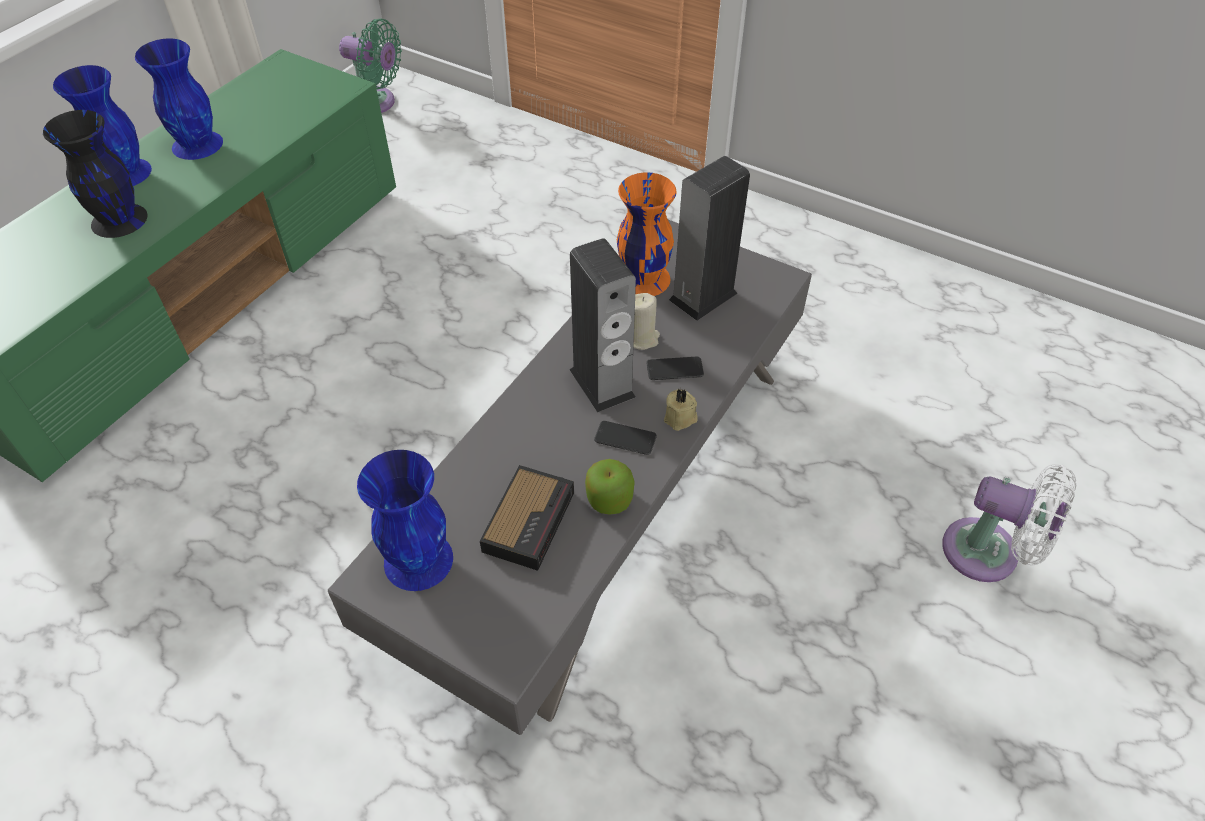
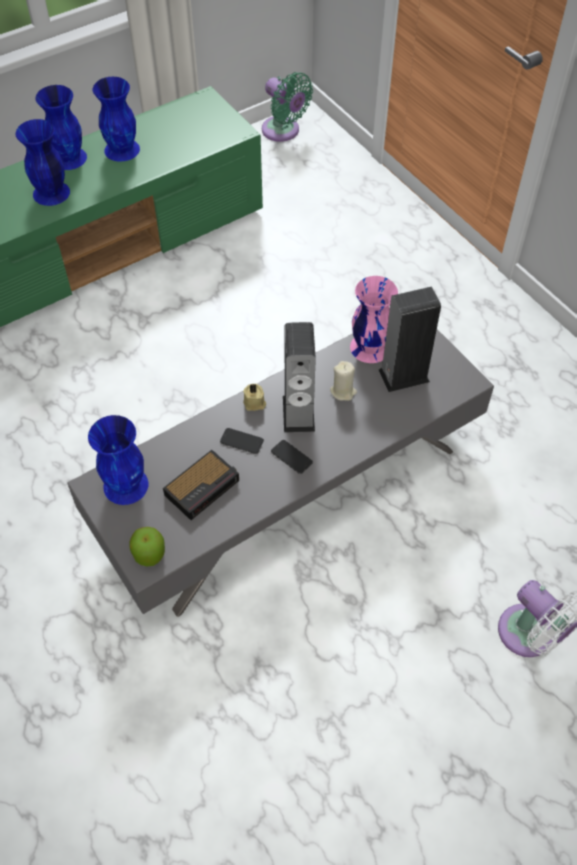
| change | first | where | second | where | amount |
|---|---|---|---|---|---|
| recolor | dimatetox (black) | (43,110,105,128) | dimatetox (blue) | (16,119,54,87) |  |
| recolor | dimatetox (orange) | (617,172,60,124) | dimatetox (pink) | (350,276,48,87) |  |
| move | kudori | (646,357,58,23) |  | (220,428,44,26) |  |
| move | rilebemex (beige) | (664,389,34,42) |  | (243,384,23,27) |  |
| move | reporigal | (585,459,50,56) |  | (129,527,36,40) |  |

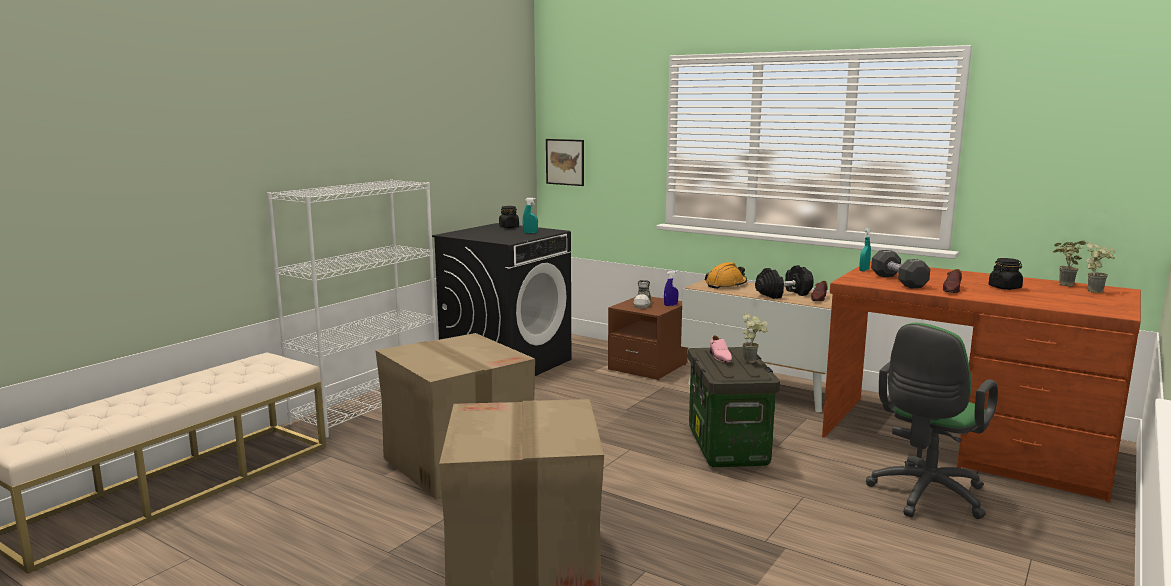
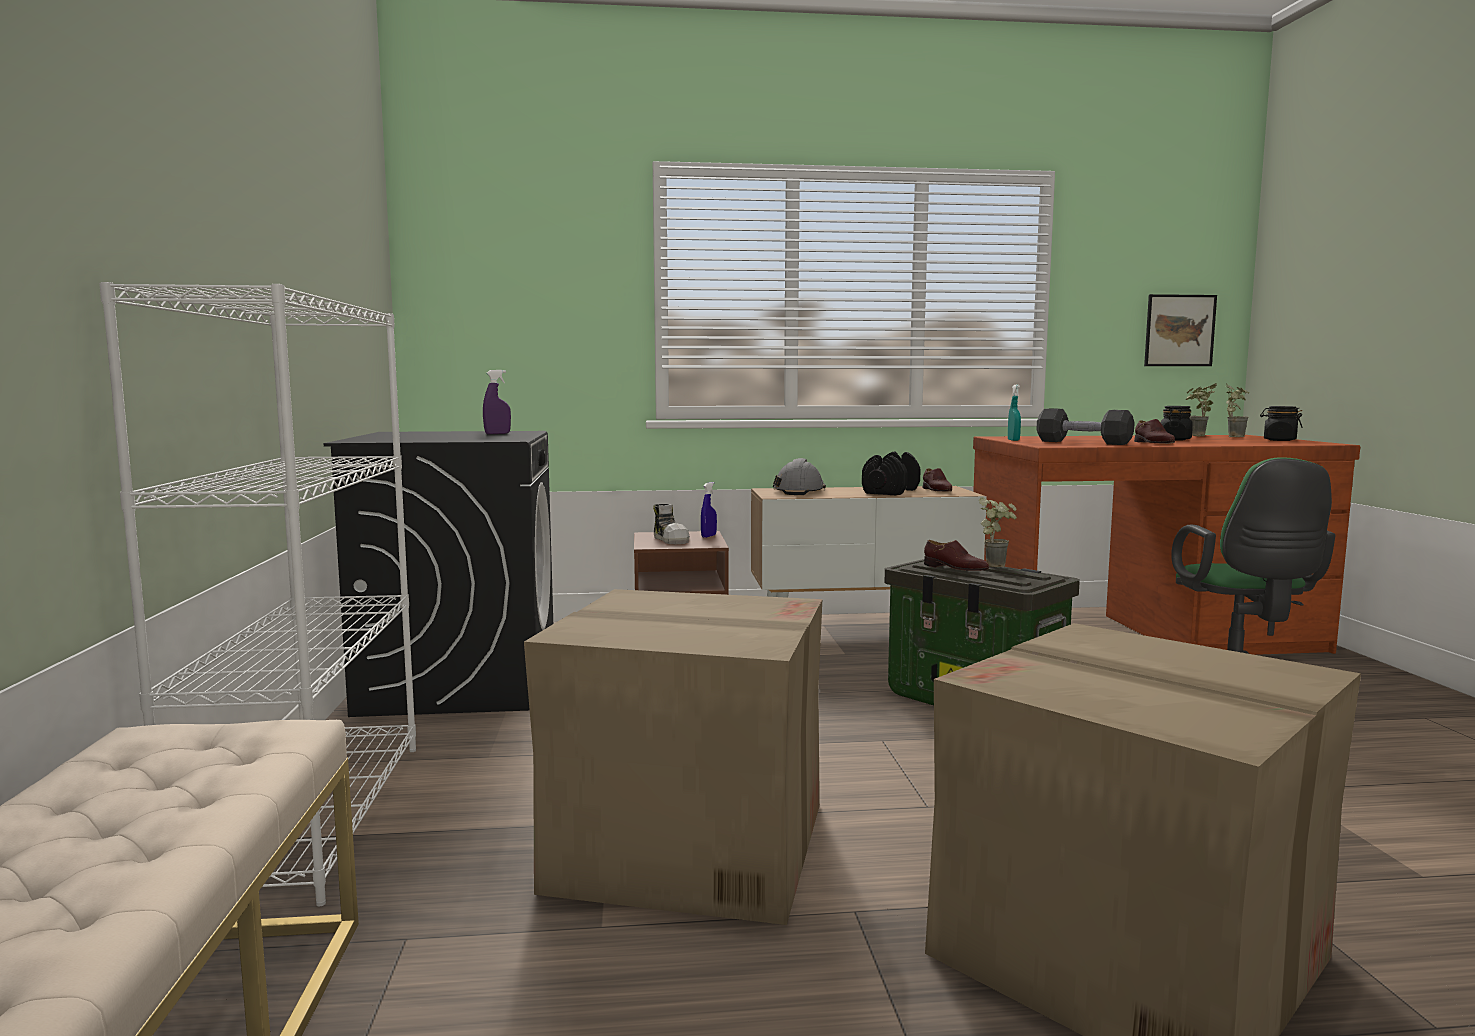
| change | first | where | second | where | amount |
|---|---|---|---|---|---|
| move | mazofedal | (546,139,38,47) |  | (1144,294,73,72) |  |
| recolor | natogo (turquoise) | (523,198,15,35) | natogo (purple) | (483,370,28,64) |  |
| move | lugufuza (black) | (499,206,20,22) |  | (1260,406,43,35) |  |
| recolor | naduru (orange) | (705,262,42,27) | naduru (grey) | (773,458,53,37) |  |
| recolor | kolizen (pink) | (710,335,22,27) | kolizen (brown) | (924,540,65,31) |  |

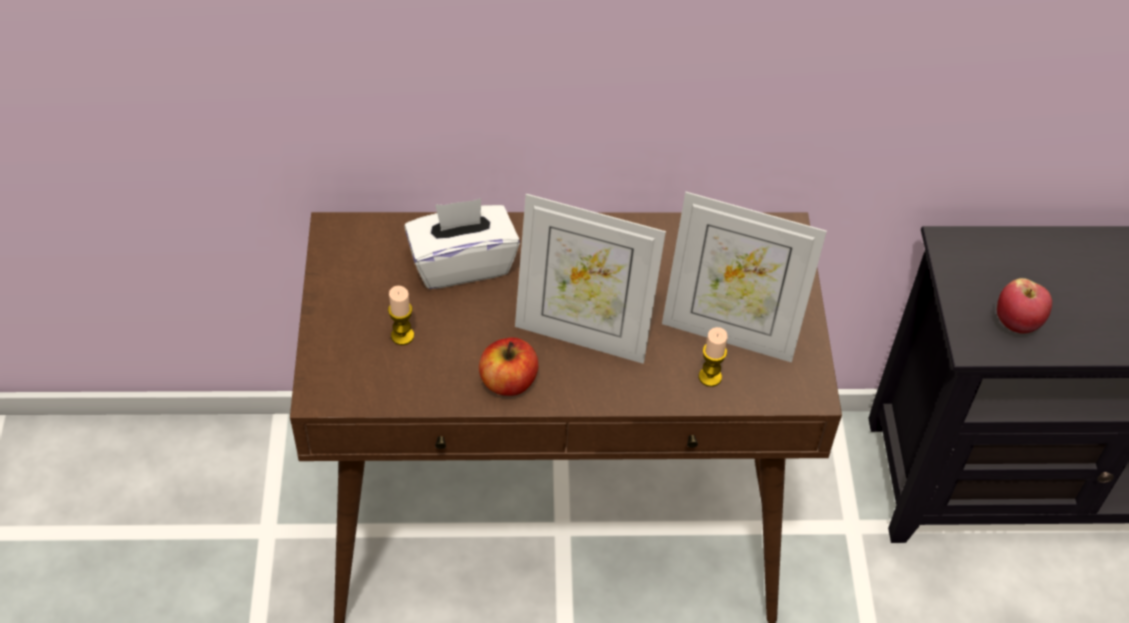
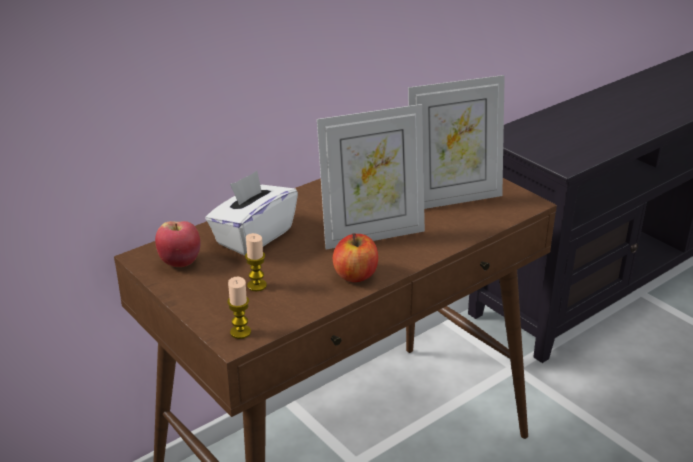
| change | first | where | second | where | amount |
|---|---|---|---|---|---|
| move | reporigal | (997,278,55,56) |  | (155,221,46,46) |  |
| move | rilebemex | (698,327,30,60) |  | (227,277,24,62) |  |

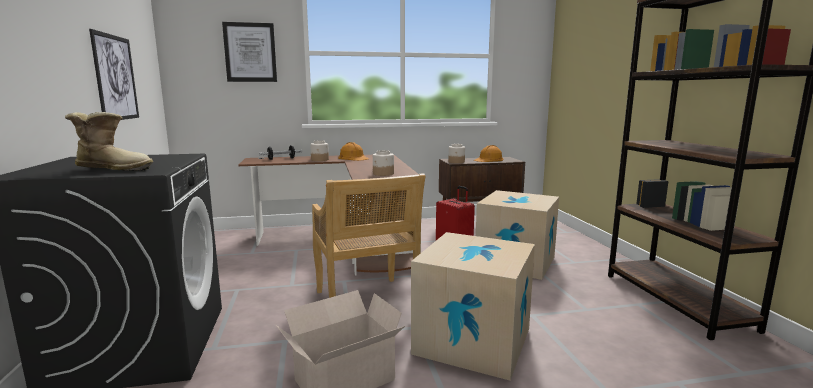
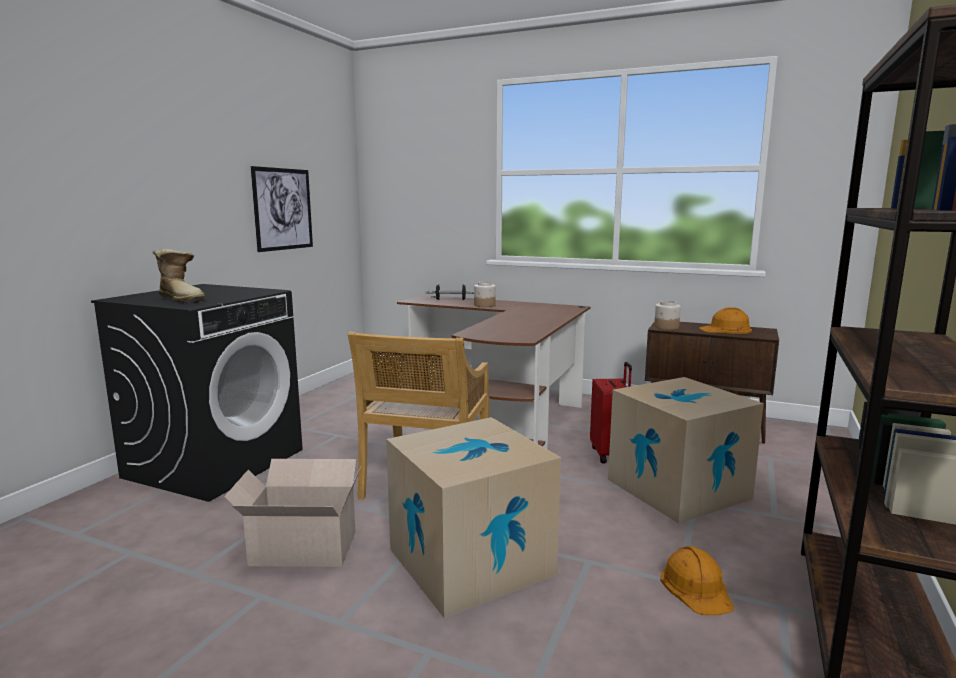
| change | first | where | second | where | amount |
|---|---|---|---|---|---|
| delete | mazofedal | (222,22,55,60) |  |  |  |
| move | naduru (orange) | (338,142,31,19) |  | (660,546,74,69) |  |
| delete | lugufuza | (373,150,21,26) |  |  |  |

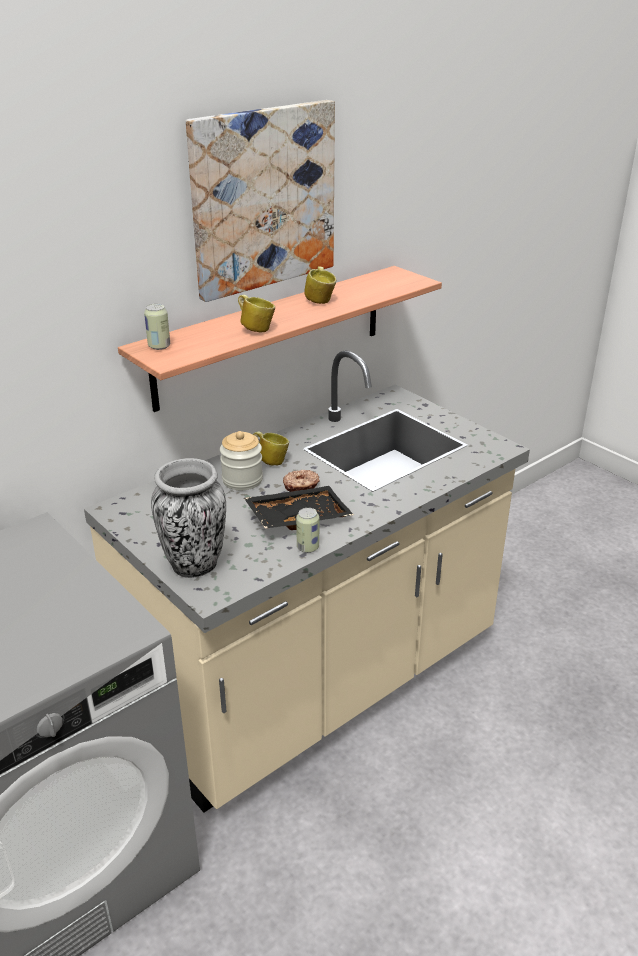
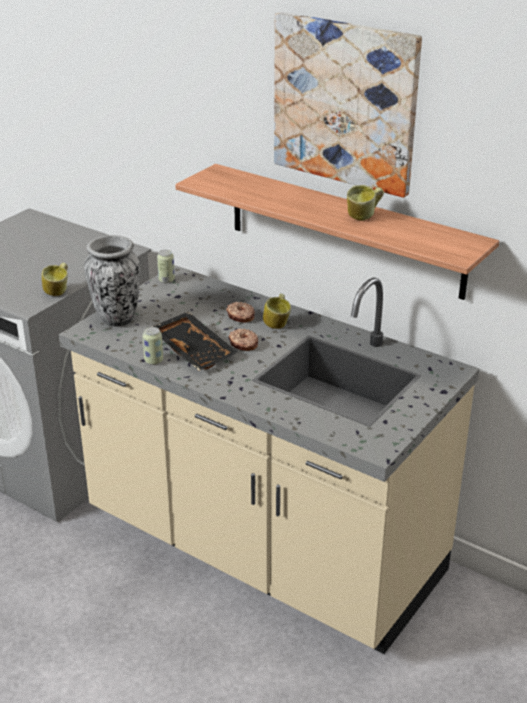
| change | first | where | second | where | amount |
|---|---|---|---|---|---|
| move | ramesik | (238,295,37,38) |  | (42,262,26,34) |  |
| move | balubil | (144,304,26,46) |  | (157,250,18,33) |  |
| replace | lugufuza | (220,431,43,59) | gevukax | (226,302,29,21) |  |

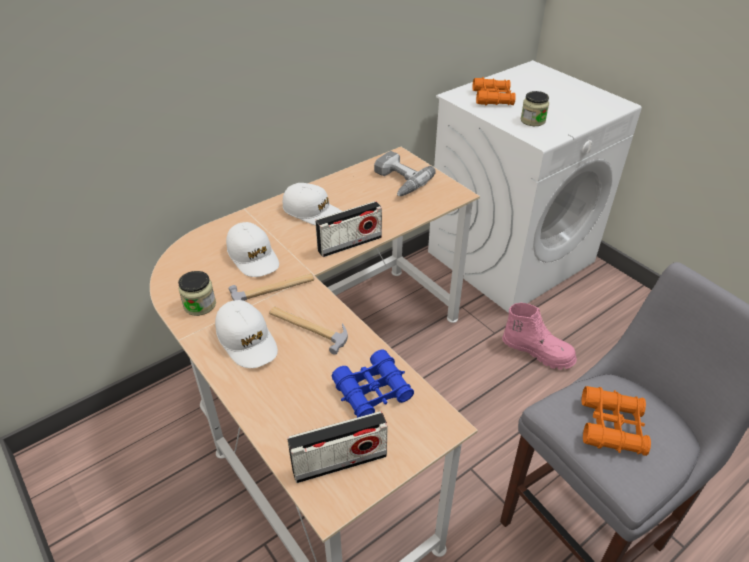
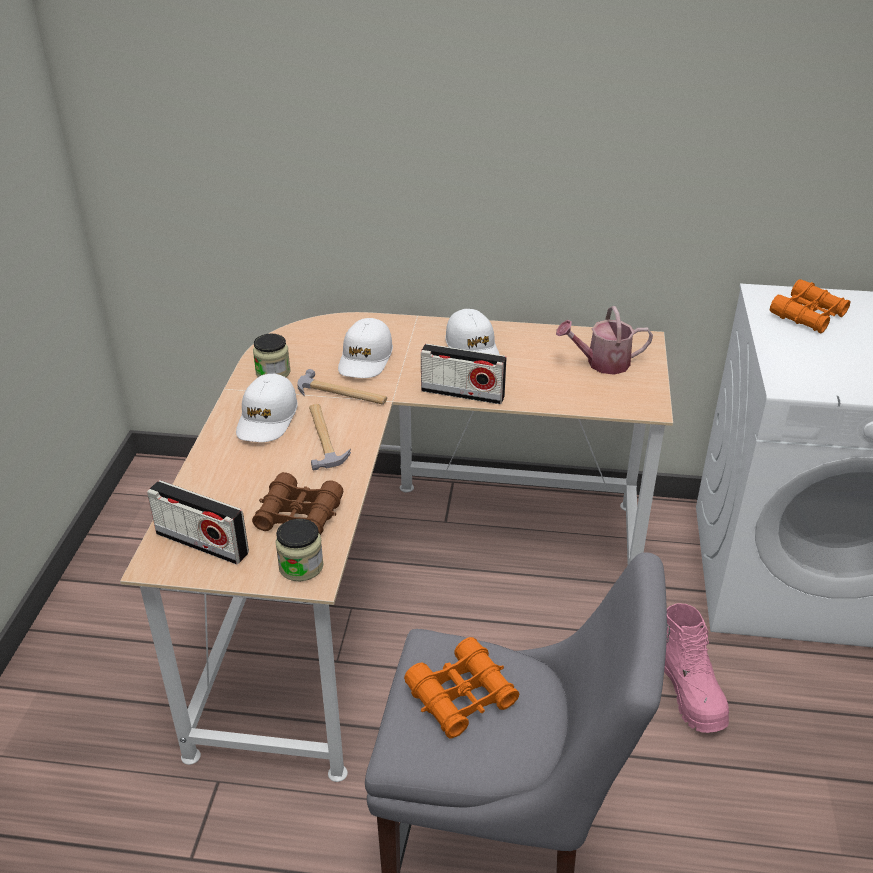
| change | first | where | second | where | amount |
|---|---|---|---|---|---|
| move | lugufuza | (521,91,28,35) |  | (275,519,49,63) |  |
| replace | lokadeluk | (374,151,62,45) | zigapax | (556,306,97,69) |  |
| recolor | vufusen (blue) | (332,349,82,69) | vufusen (brown) | (252,472,91,63) |  |

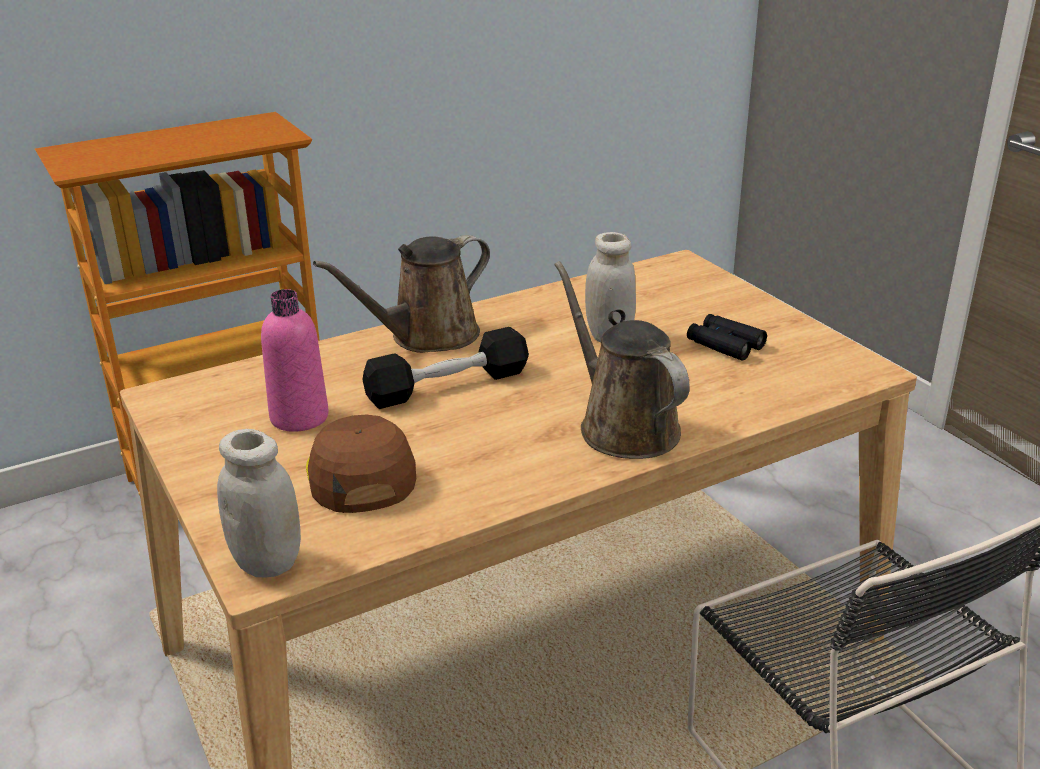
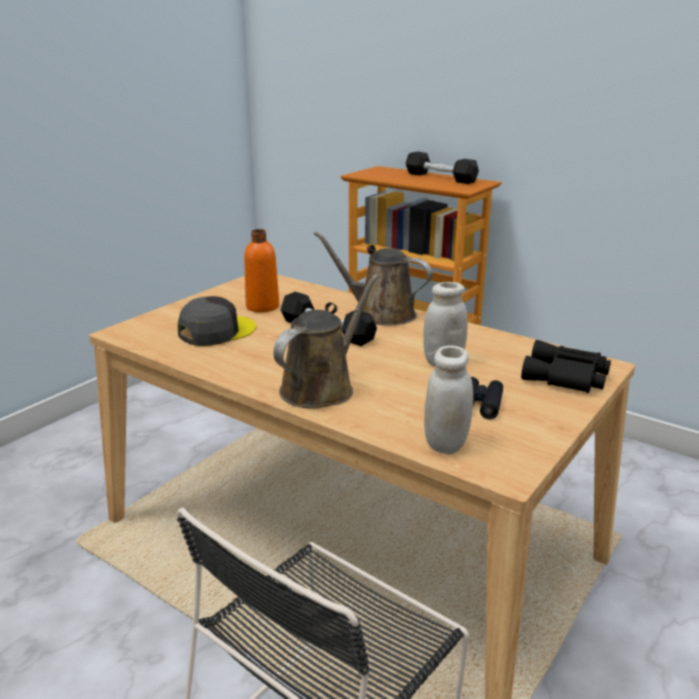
| change | first | where | second | where | amount |
|---|---|---|---|---|---|
| recolor | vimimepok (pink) | (261,289,68,143) | vimimepok (orange) | (244,229,35,83) |  |
| recolor | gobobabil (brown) | (306,415,110,98) | gobobabil (grey) | (178,296,78,50) |  |
| move | lugufuza (white) | (217,429,84,149) |  | (424,345,49,109) |  |
| insert |  |  | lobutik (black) | (406,152,73,32) |  |
| insert |  |  | vufusen (black) | (521,340,90,53) |  |

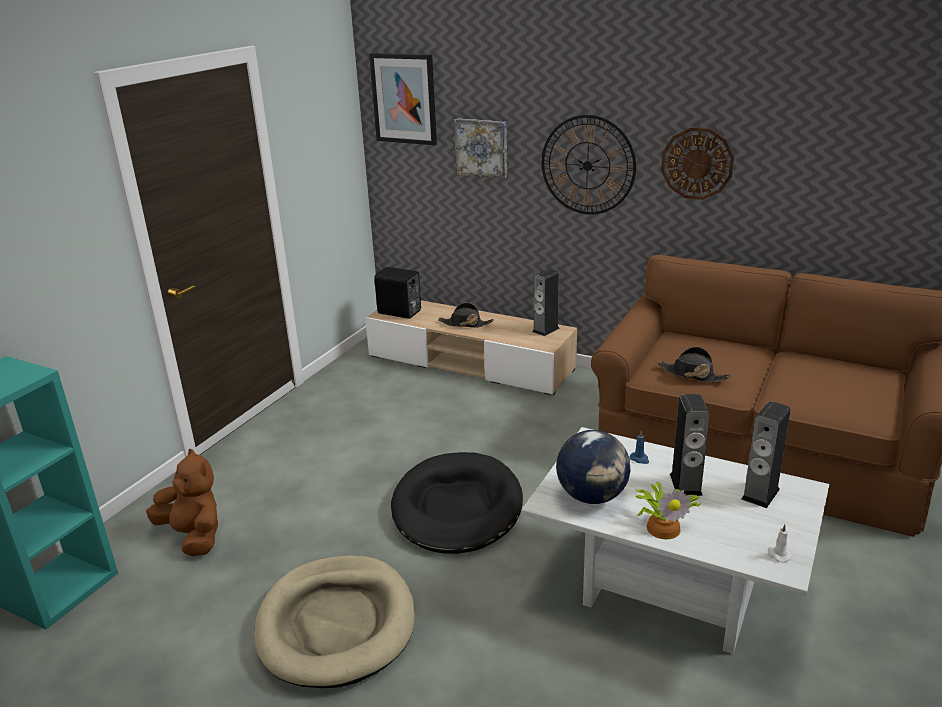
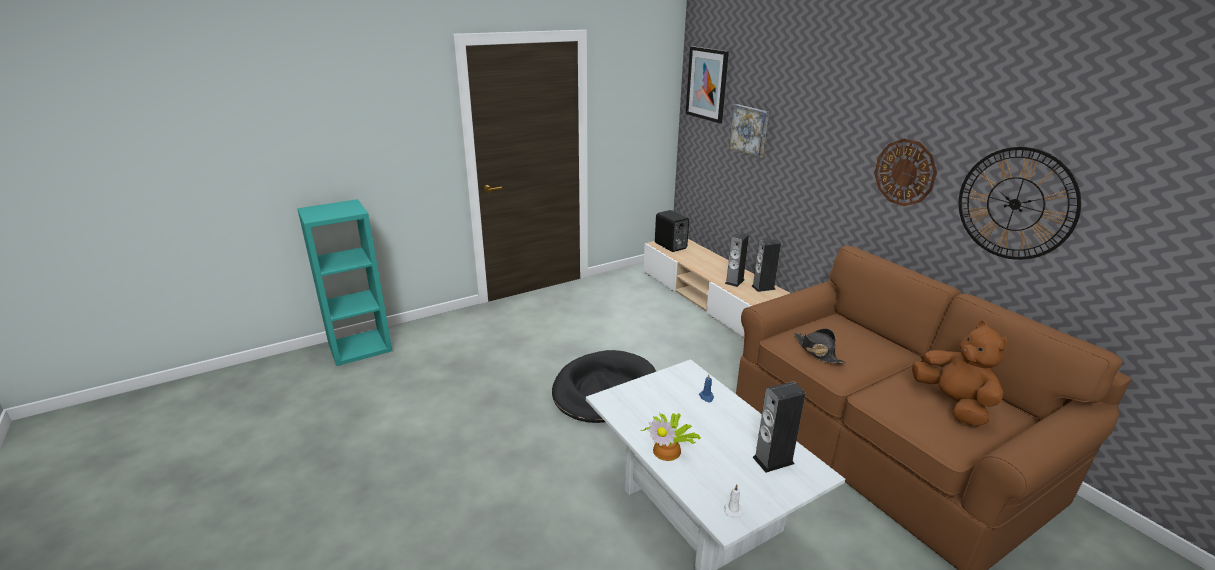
| change | first | where | second | where | amount |
|---|---|---|---|---|---|
| move | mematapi | (542,115,94,100) |  | (959,147,122,113) |  |
| delete | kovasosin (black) | (438,302,56,26) |  |  |  |
| move | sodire | (670,394,40,102) |  | (725,232,24,55) |  |
| delete | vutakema | (556,430,74,74) |  |  |  |
| move | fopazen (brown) | (146,449,72,107) |  | (912,321,95,106) |  |
| delete | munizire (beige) | (254,555,161,133) |  |  |  |

